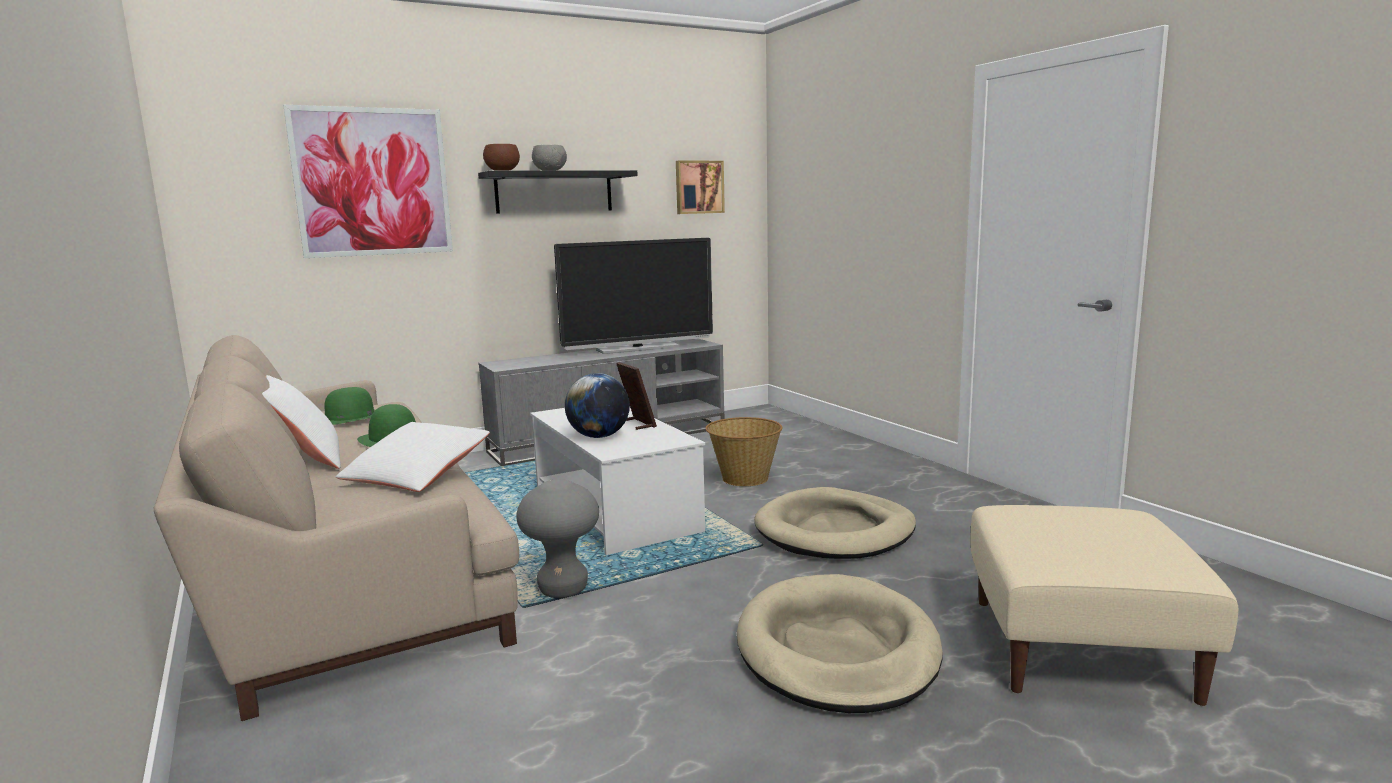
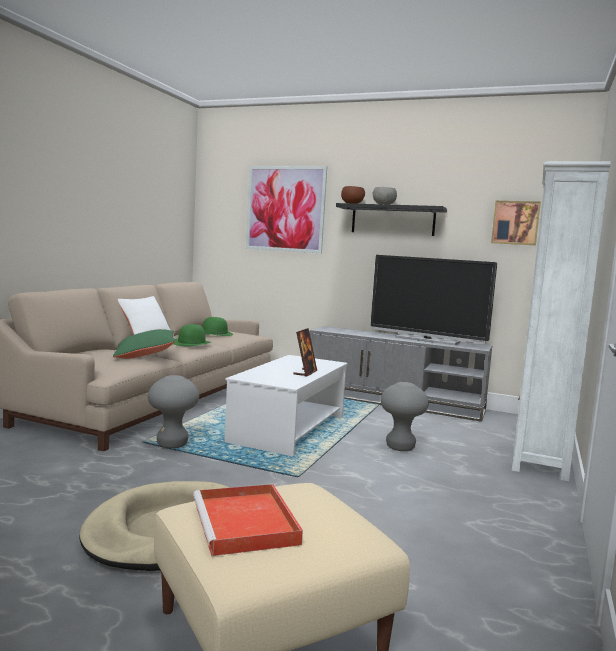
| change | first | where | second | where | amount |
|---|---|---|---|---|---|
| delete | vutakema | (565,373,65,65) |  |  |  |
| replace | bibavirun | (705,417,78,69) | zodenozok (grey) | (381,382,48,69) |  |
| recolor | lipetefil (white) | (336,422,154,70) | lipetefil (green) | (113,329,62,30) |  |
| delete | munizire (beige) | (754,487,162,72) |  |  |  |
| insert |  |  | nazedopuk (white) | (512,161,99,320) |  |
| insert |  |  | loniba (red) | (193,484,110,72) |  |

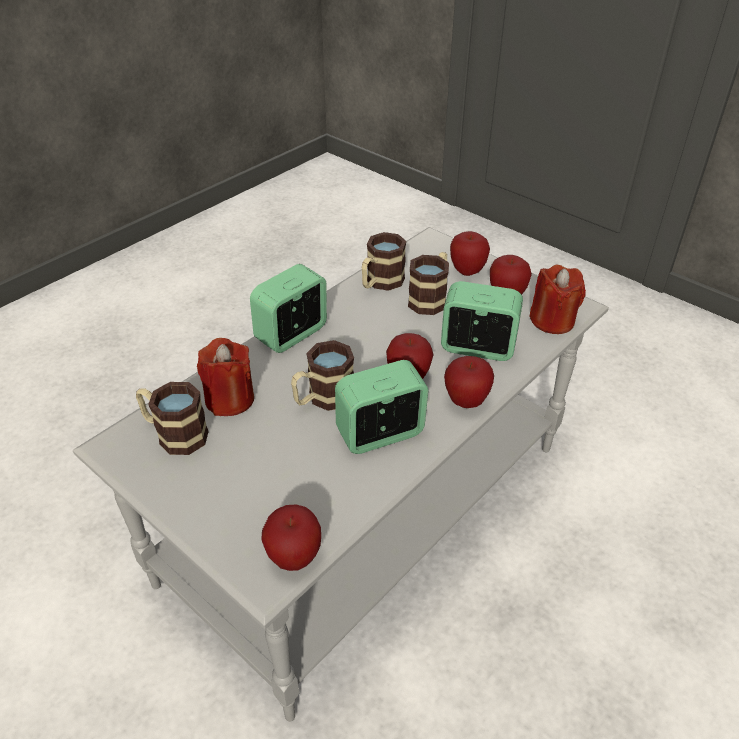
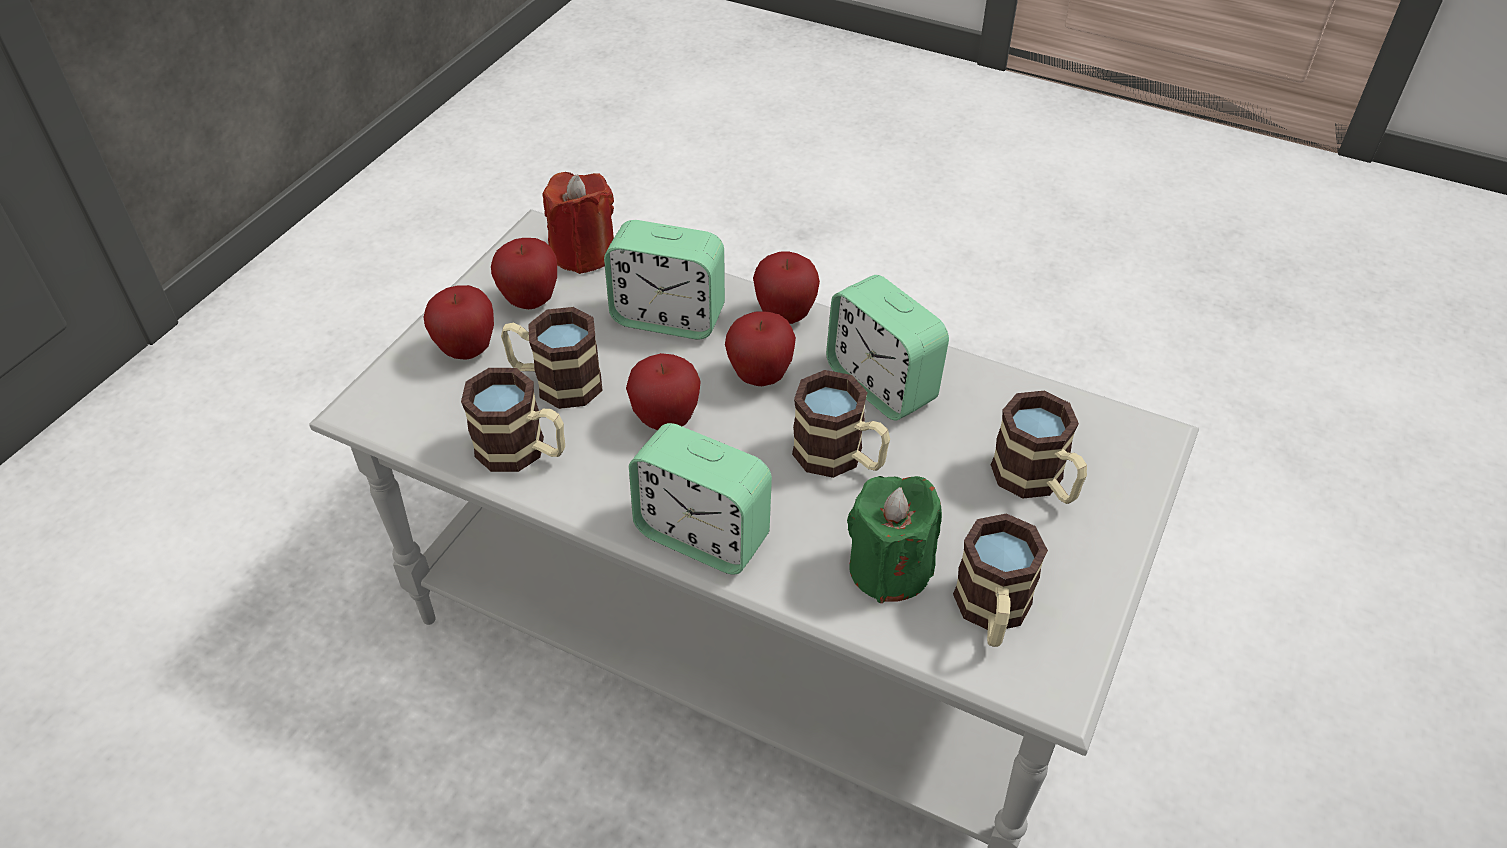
| change | first | where | second | where | amount |
|---|---|---|---|---|---|
| rotate | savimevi | (441,281,82,80) |  | (604,220,121,119) | 75 degrees counterclockwise |
| recolor | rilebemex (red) | (197,338,57,78) | rilebemex (green) | (847,476,95,127) |  |
| move | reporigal | (261,504,60,67) |  | (626,353,75,77) |  |
| insert |  |  | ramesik | (991,391,96,113) |  |

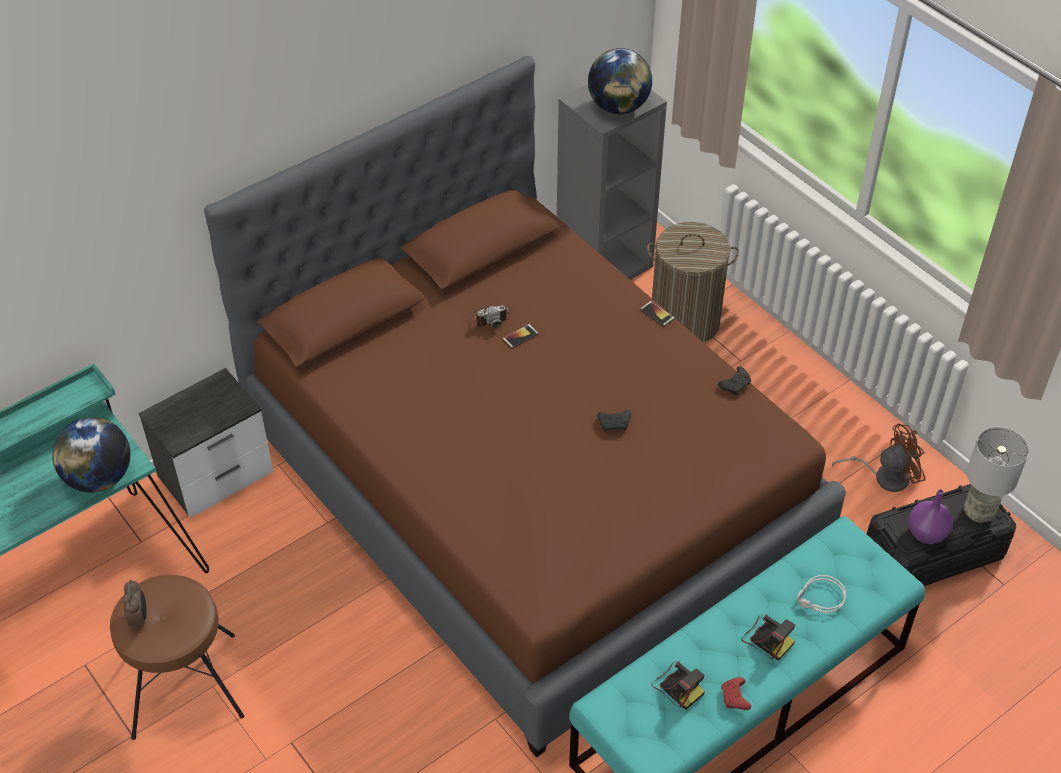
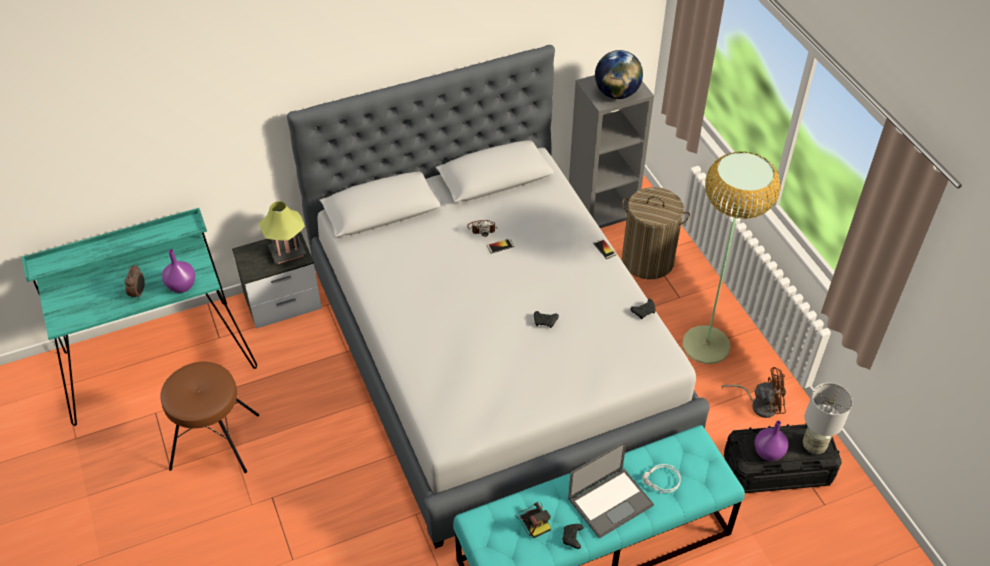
| change | first | where | second | where | amount |
|---|---|---|---|---|---|
| recolor | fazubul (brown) | (204,56,642,701) | fazubul (grey) | (287,45,423,504) |  |
| replace | vutakema | (52,417,78,76) | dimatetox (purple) | (162,249,33,44) |  |
| move | savimevi | (124,579,23,49) |  | (125,265,20,33) |  |
| replace | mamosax | (741,614,54,47) | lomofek | (568,441,86,98) |  |
| recolor | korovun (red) | (721,677,30,33) | korovun (black) | (562,524,22,25) |  |
| insert |  |  | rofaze | (683,151,97,213) |  |
| insert |  |  | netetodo | (259,201,47,63) |  |

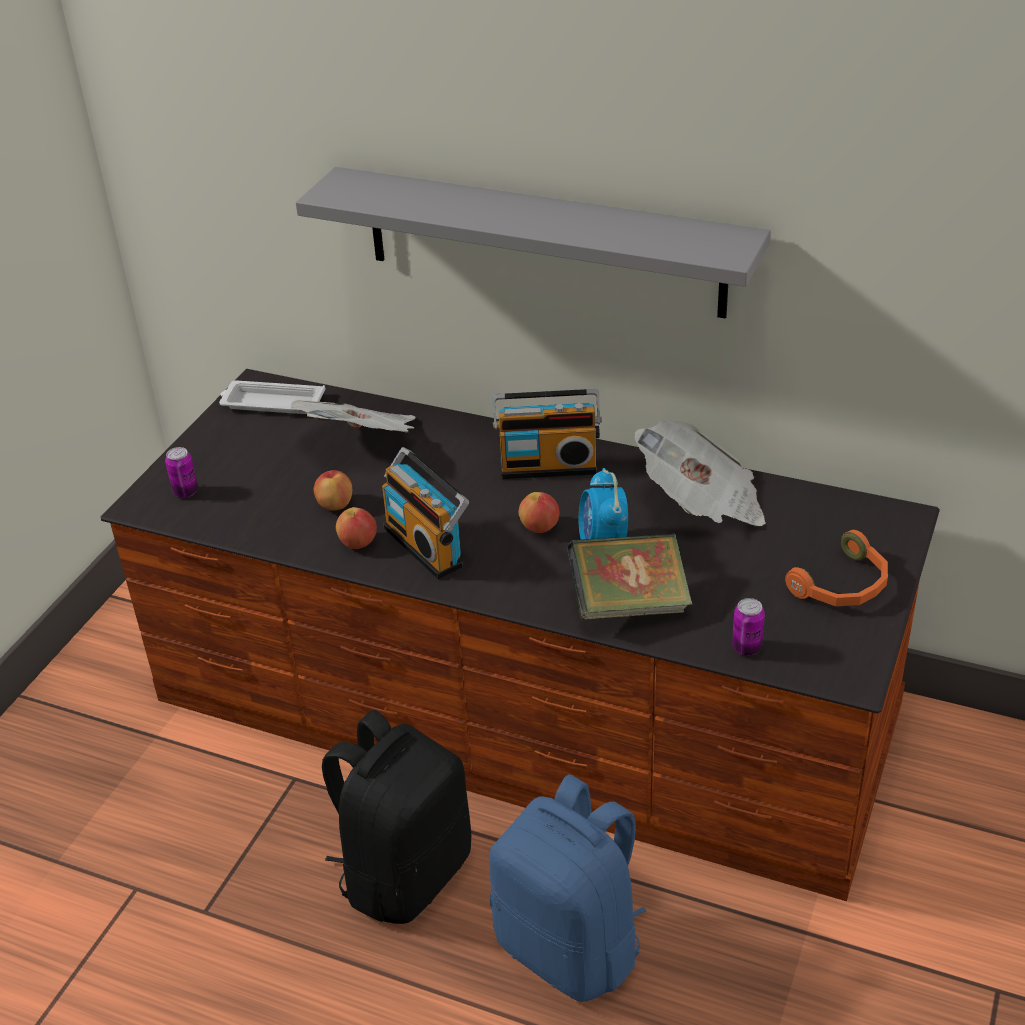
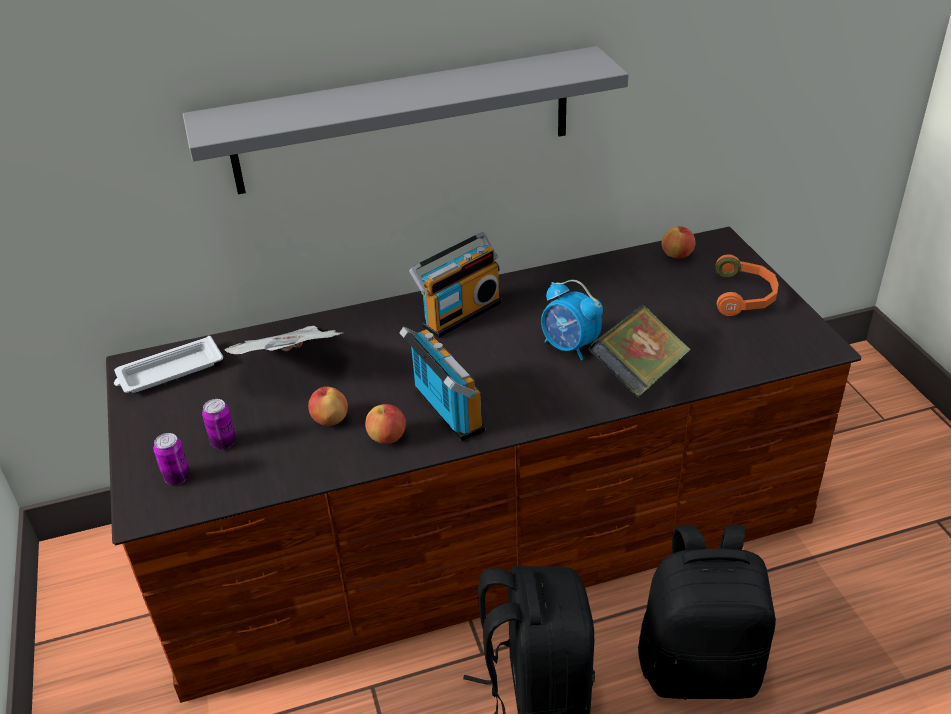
| change | first | where | second | where | amount |
|---|---|---|---|---|---|
| delete | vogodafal | (635,421,131,105) |  |  |  |
| rotate | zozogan | (382,447,87,132) |  | (399,326,86,115) | 135 degrees counterclockwise |
| move | reporigal | (518,492,41,41) |  | (662,226,33,32) |  |
| move | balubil | (732,598,33,58) |  | (202,399,34,50) |  |
| recolor | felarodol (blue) | (489,775,157,227) | felarodol (black) | (638,525,138,175) |  |

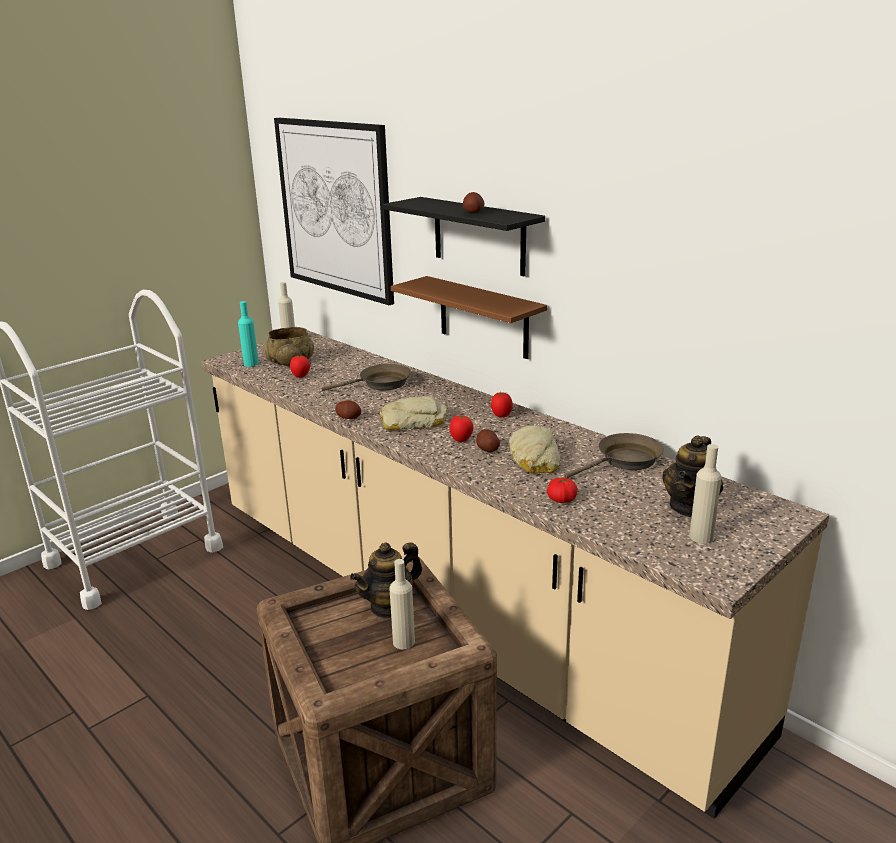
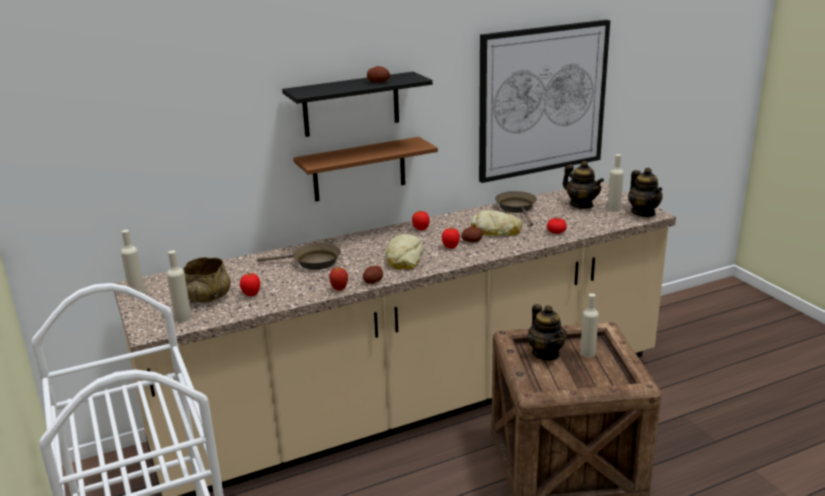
| change | first | where | second | where | amount |
|---|---|---|---|---|---|
| move | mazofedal | (274,118,120,187) |  | (479,20,131,163) |  |
| recolor | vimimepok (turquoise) | (238,301,21,66) | vimimepok (beige) | (167,250,24,72) |  |
| rotate | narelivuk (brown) | (321,364,90,27) |  | (257,243,84,27) | 90 degrees clockwise |
| insert |  |  | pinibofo | (628,168,35,49) |  |
| insert |  |  | reporigal | (329,268,19,23) |  |

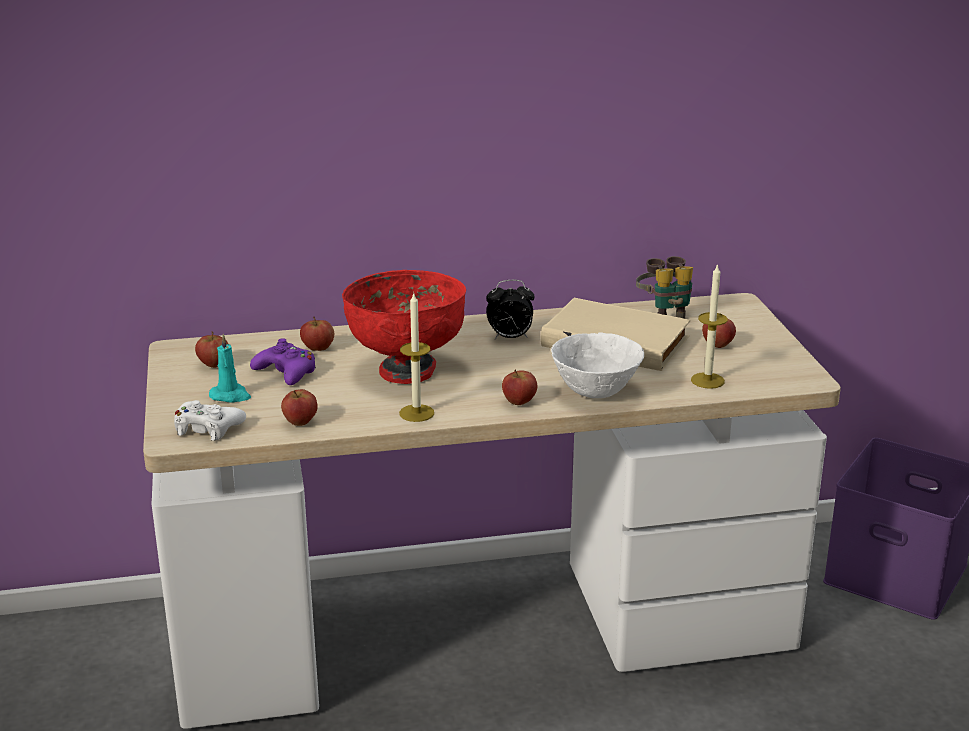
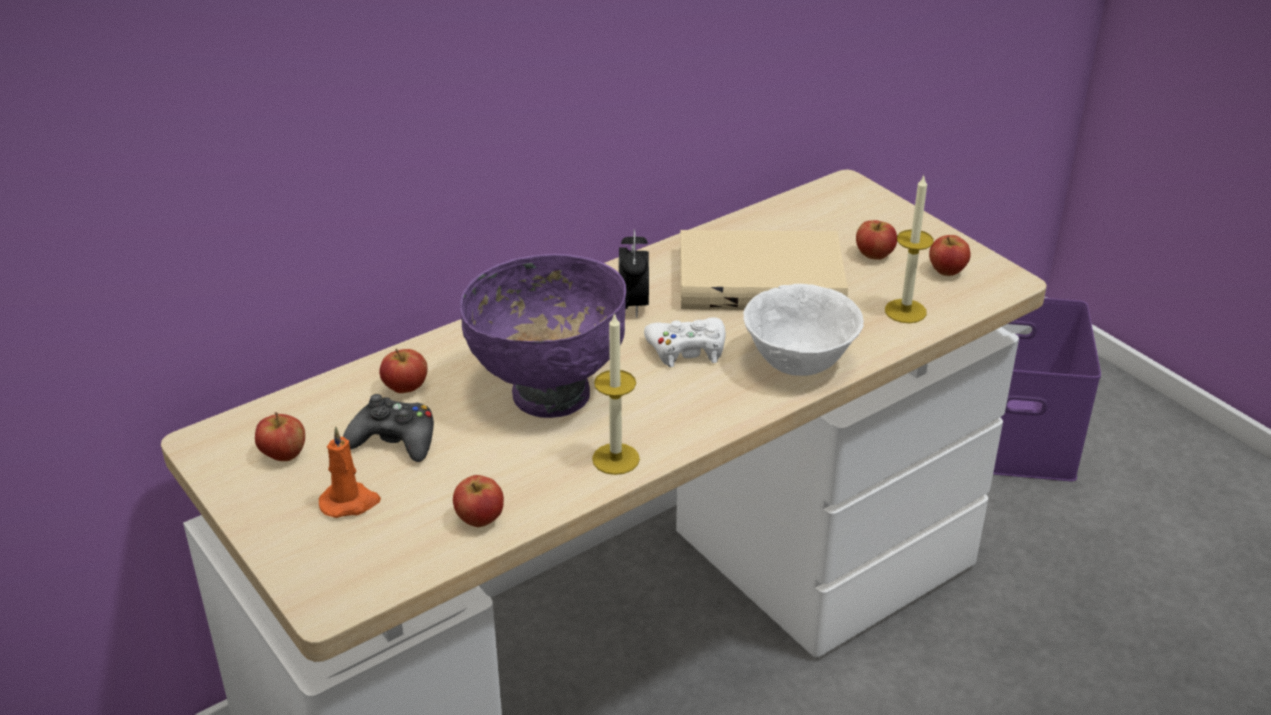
| change | first | where | second | where | amount |
|---|---|---|---|---|---|
| delete | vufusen | (636,256,57,63) |  |  |  |
| recolor | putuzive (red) | (342,270,124,114) | putuzive (purple) | (460,254,166,164) |  |
| rotate | savimevi | (486,280,49,59) |  | (619,230,30,88) | 60 degrees counterclockwise |
| recolor | rilebemex (turquoise) | (209,334,42,68) | rilebemex (orange) | (319,427,62,91) |  |
| recolor | korovun (purple) | (250,338,66,47) | korovun (black) | (343,394,91,68) |  |
| move | reporigal | (502,369,36,36) |  | (929,235,42,41) |  |
| move | korovun (white) | (174,400,72,41) |  | (644,317,82,50) |  |

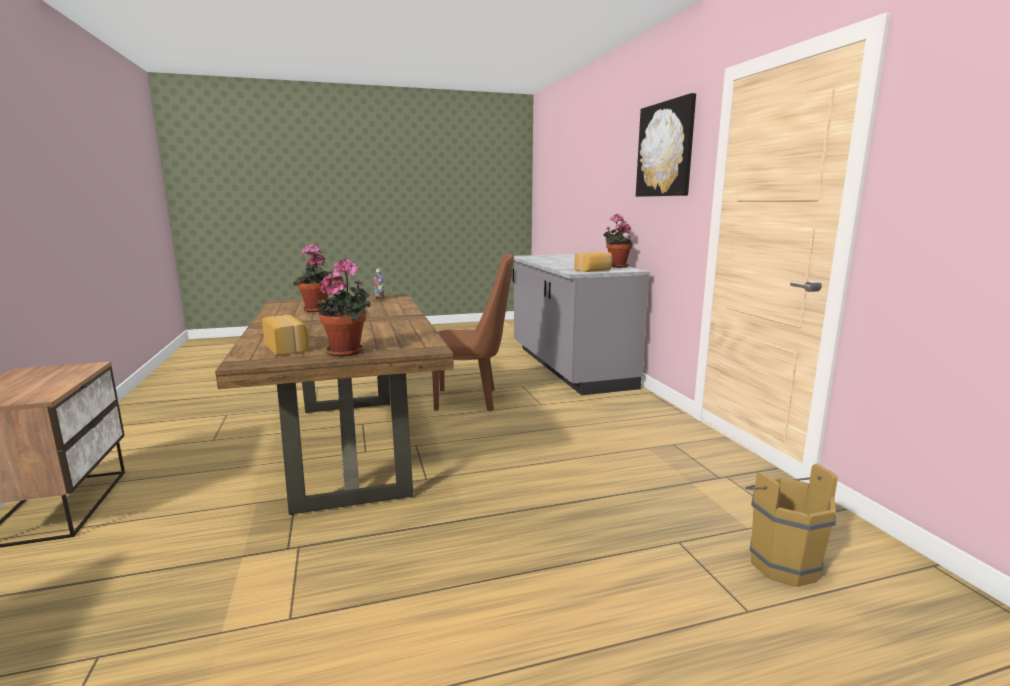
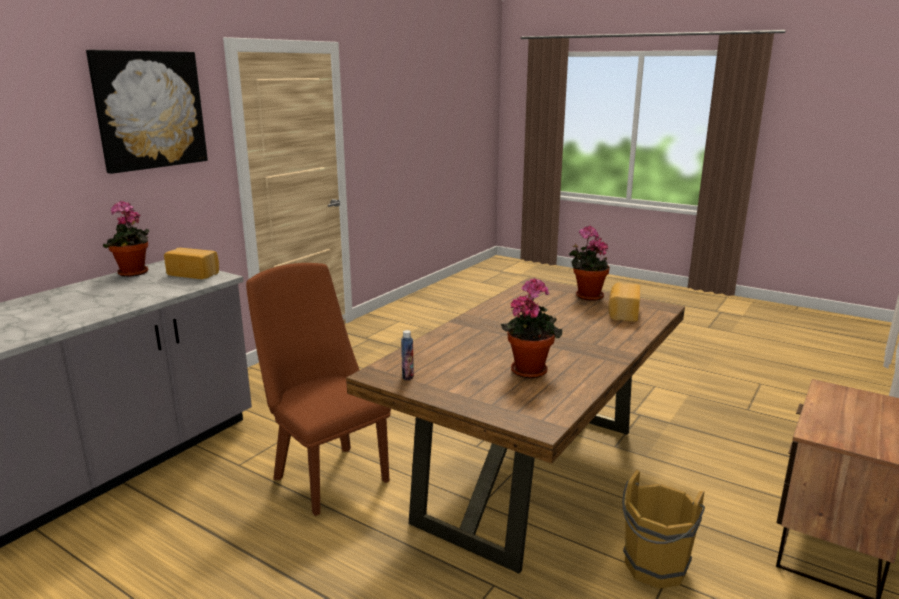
| change | first | where | second | where | amount |
|---|---|---|---|---|---|
| move | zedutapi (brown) | (745,464,93,123) |  | (622,470,83,119) |  |

